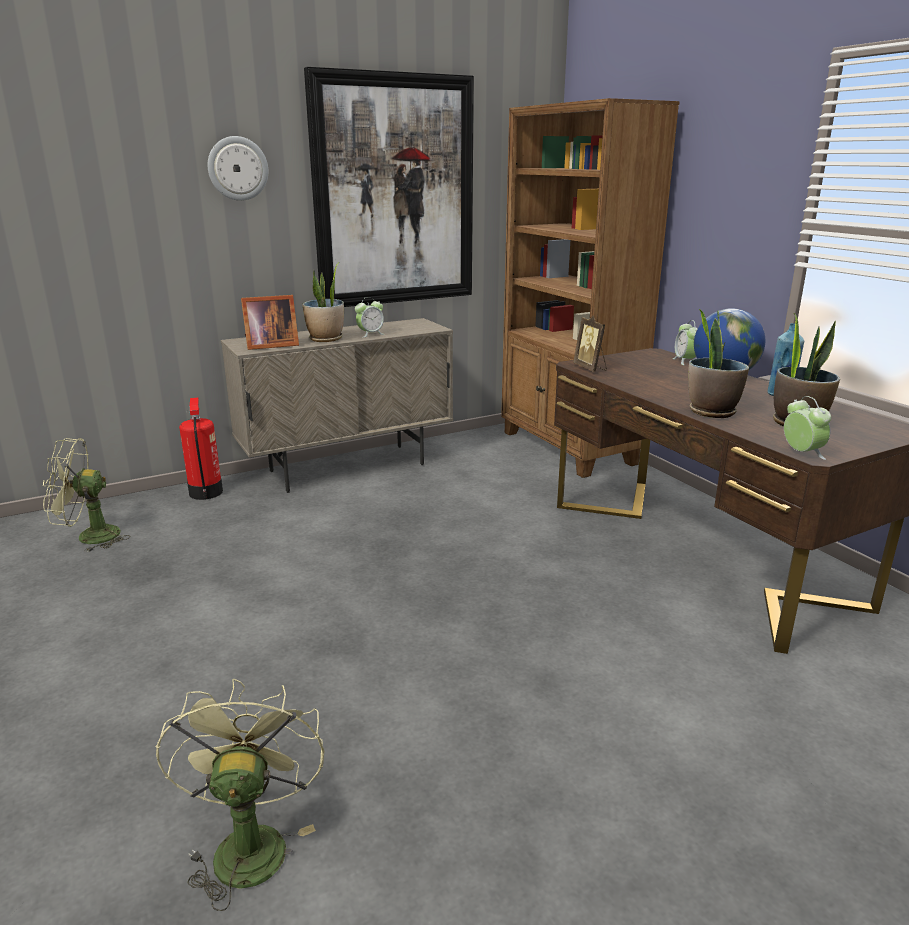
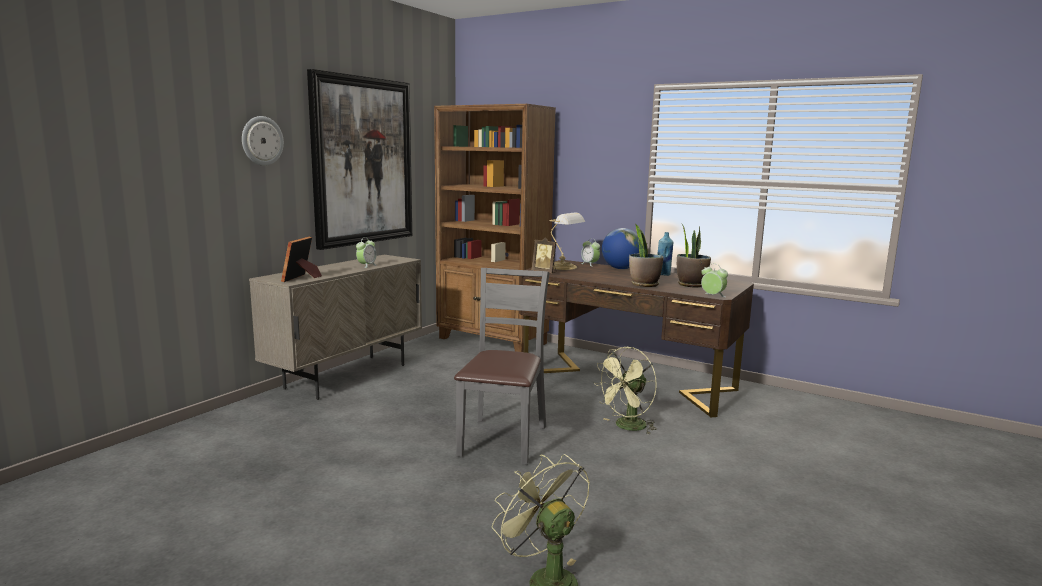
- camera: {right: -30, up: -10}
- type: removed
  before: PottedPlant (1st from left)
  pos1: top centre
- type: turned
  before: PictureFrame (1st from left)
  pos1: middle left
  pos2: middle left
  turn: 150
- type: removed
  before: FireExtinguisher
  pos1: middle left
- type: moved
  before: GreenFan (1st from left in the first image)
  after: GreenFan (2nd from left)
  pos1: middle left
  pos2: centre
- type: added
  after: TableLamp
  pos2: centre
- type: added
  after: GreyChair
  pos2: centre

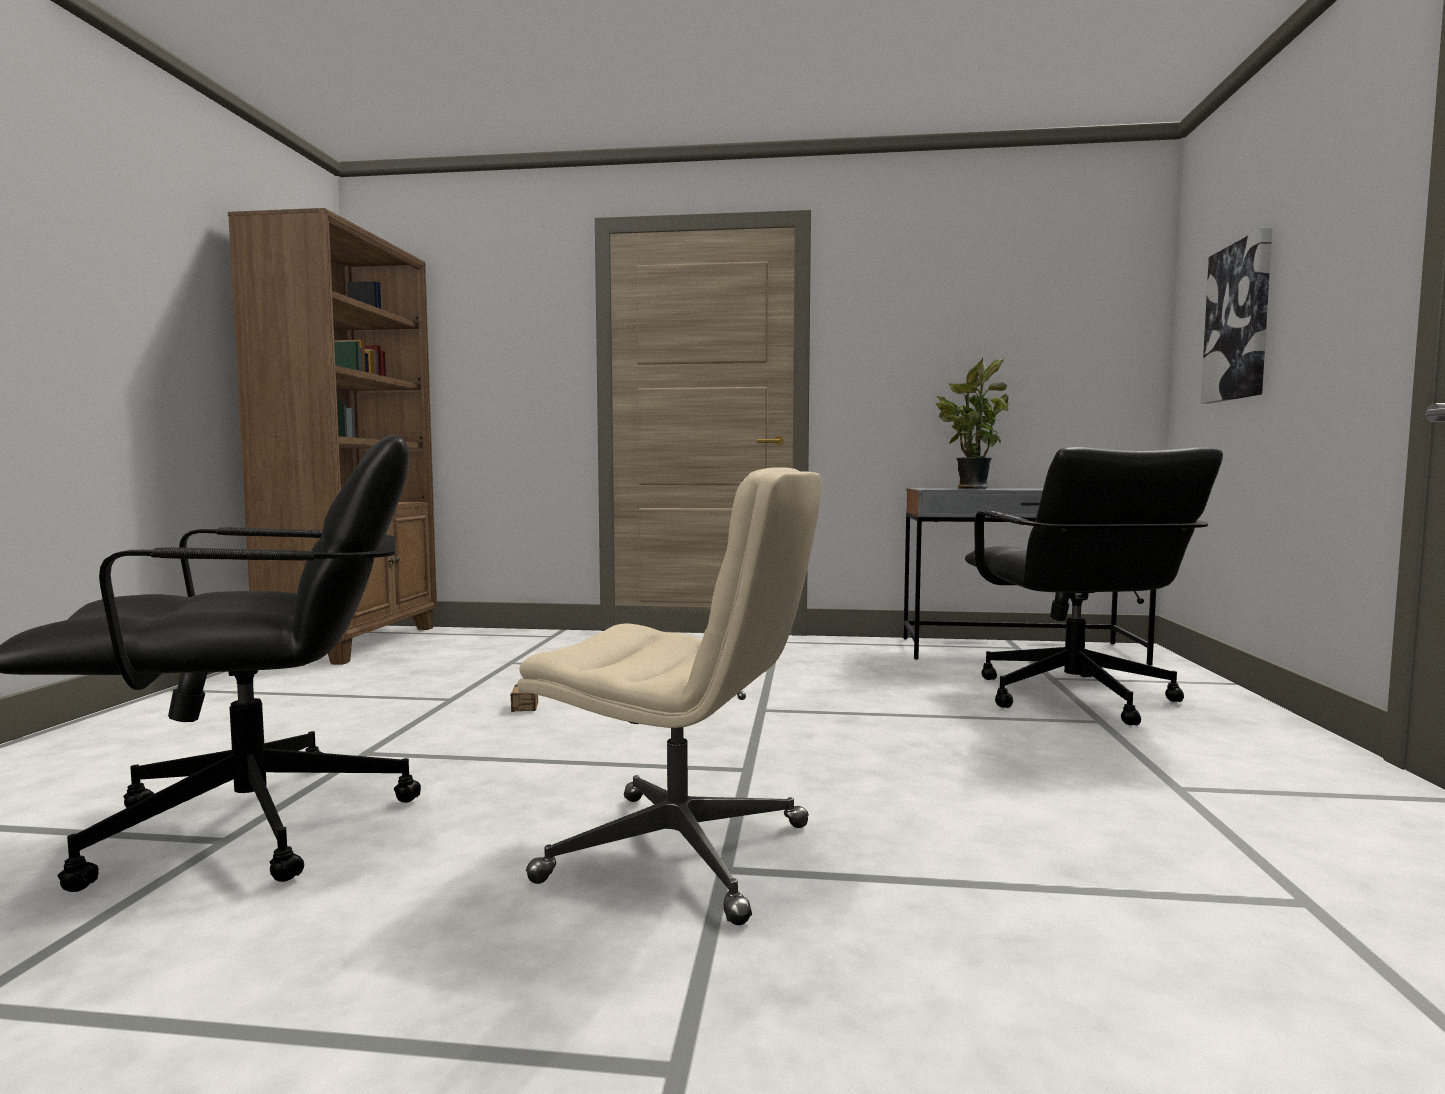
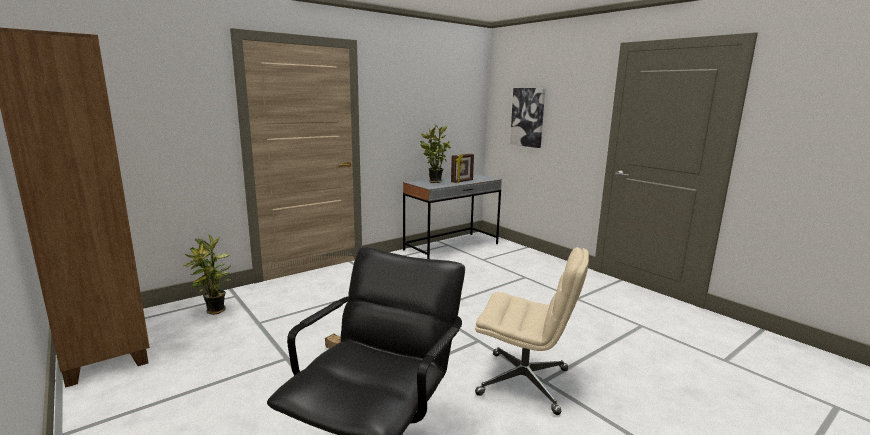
- camera: {right: -45, up: 10}
- type: removed
  before: BlackOfficeChair (2nd from left)
  pos1: middle right
- type: turned
  before: BeigeOfficeChair
  pos1: centre
  pos2: bottom centre
  turn: 45
- type: added
  after: PictureFrame
  pos2: centre
- type: added
  after: PottedPlant (1st from left)
  pos2: middle left

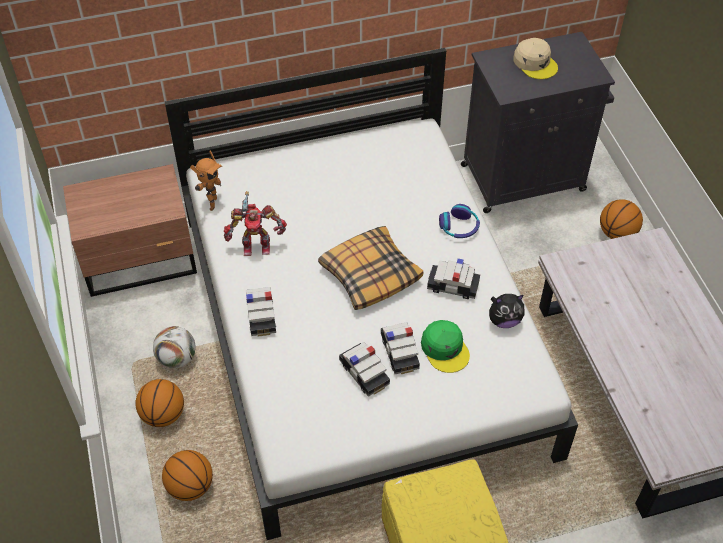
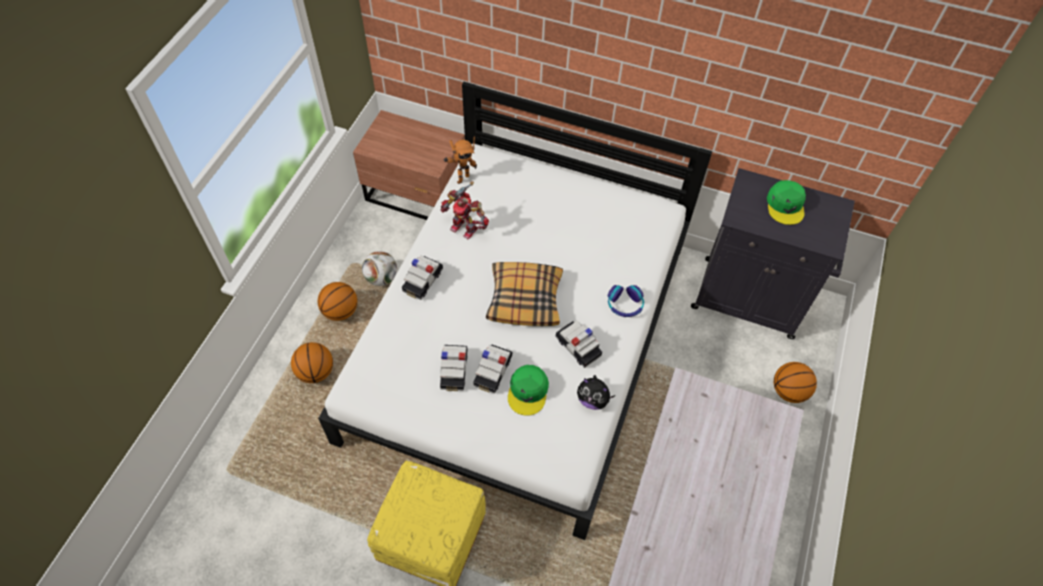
- camera: {right: 35, up: 5}
- type: recoloured
  before: BeigeCap
  after: GreenCap (2nd from left)
  pos1: top right
  pos2: middle right

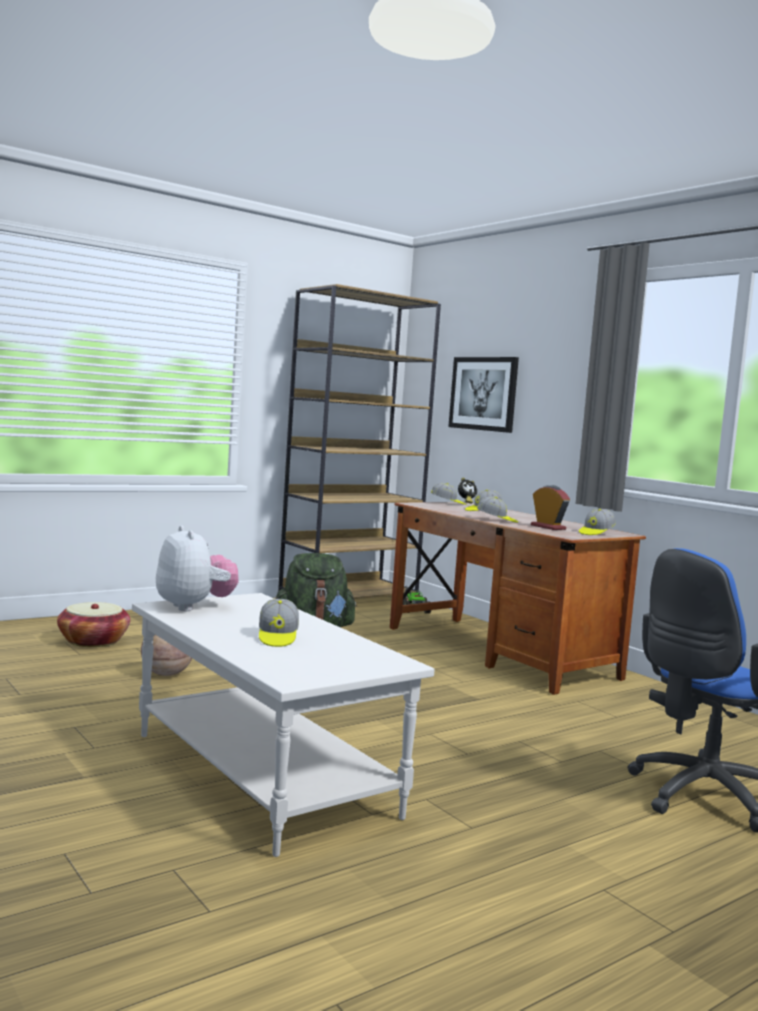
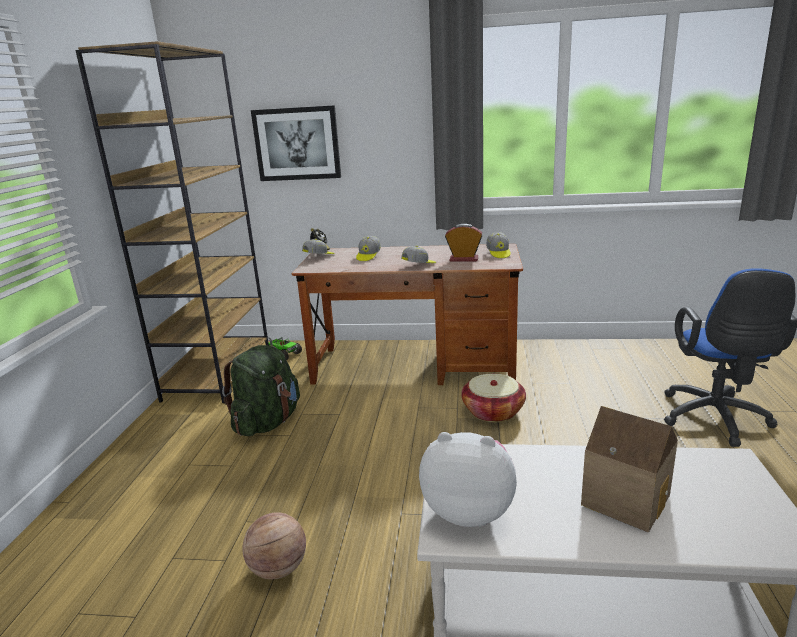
- camera: {right: -45, up: 15}
- type: replaced
  before: Cap (1st from left)
  after: ToyHouse
  pos1: centre
  pos2: bottom right
- type: moved
  before: Basket
  pos1: middle left
  pos2: centre

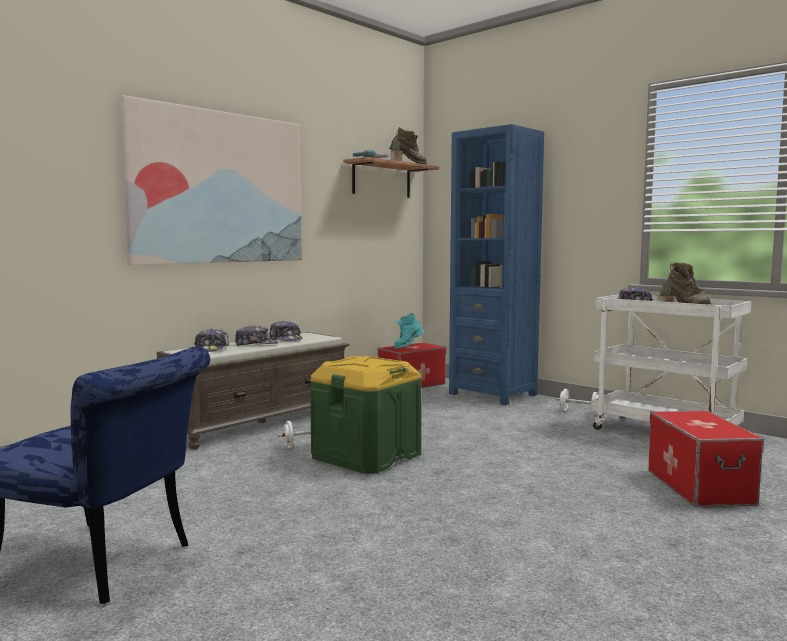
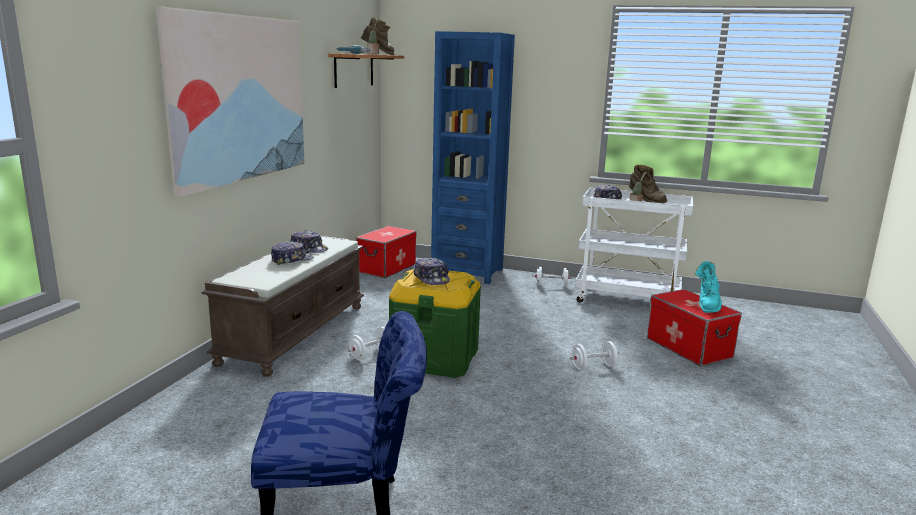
- camera: {right: -25, up: 10}
- type: moved
  before: TurquoiseBoot
  pos1: centre
  pos2: middle right
- type: moved
  before: Cap (1st from left in the first image)
  after: Cap (3rd from left)
  pos1: middle left
  pos2: centre
- type: added
  after: WhiteDumbbell (3rd from left)
  pos2: bottom centre

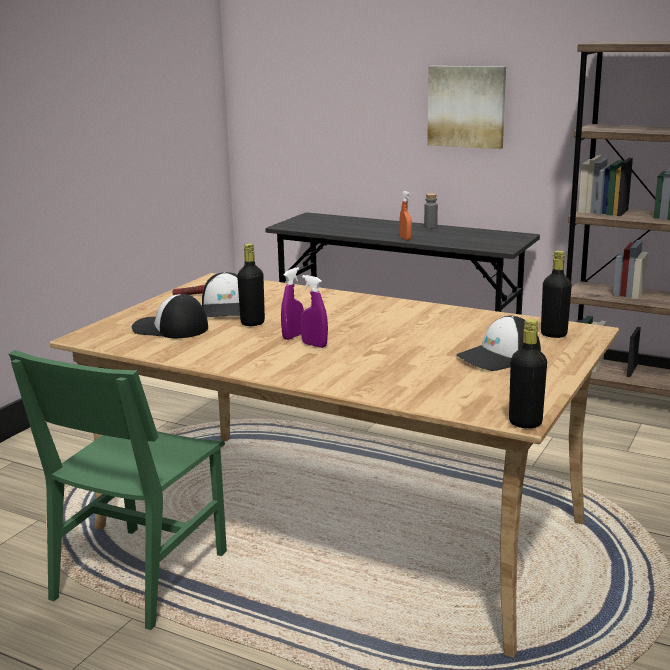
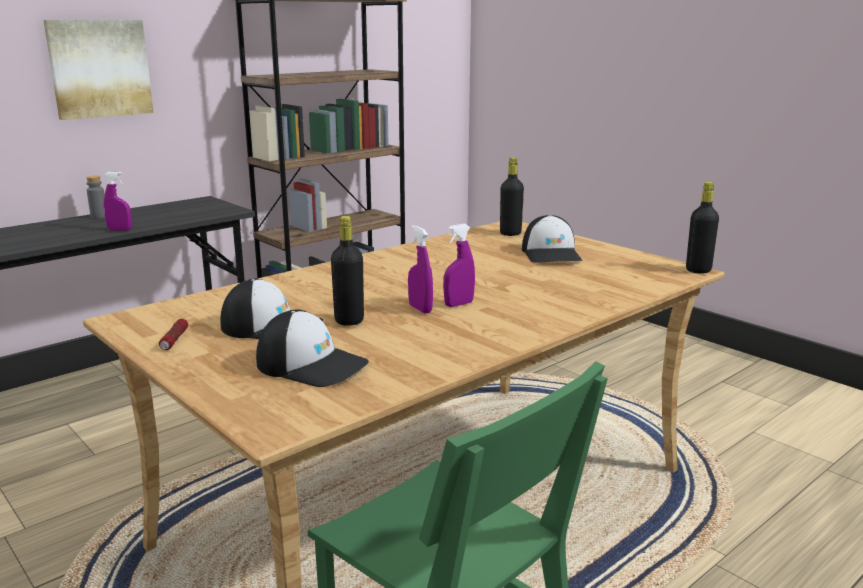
- camera: {right: -70, up: 0}
- type: recoloured
  before: OrangeSprayBottle
  after: PurpleSprayBottle (1st from left)
  pos1: top centre
  pos2: middle left
- type: turned
  before: Cap (1st from left in the first image)
  pos1: middle left
  pos2: centre
  turn: -105

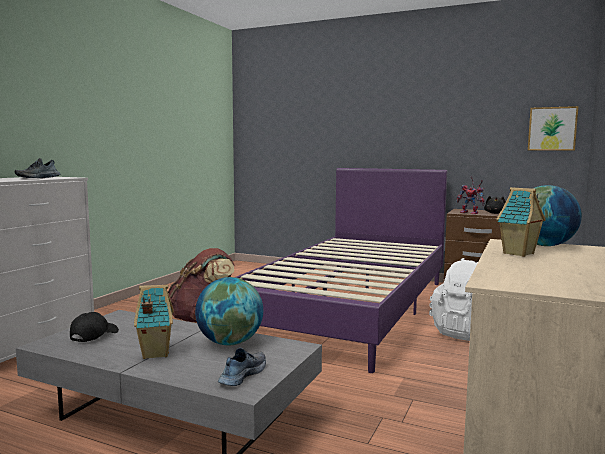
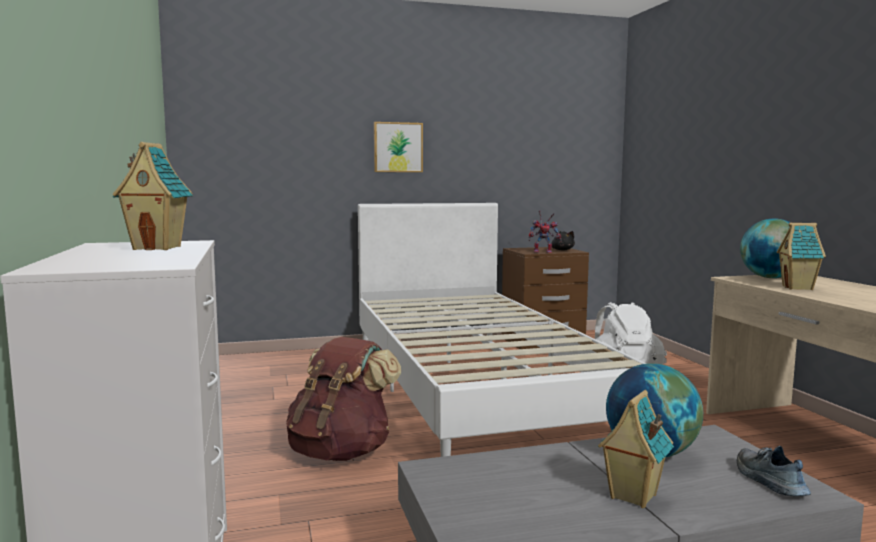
- camera: {right: -40, up: 0}
- type: moved
  before: Picture
  pos1: top right
  pos2: top centre
- type: replaced
  before: Shoe (1st from left)
  after: ToyHouse (1st from left)
  pos1: middle left
  pos2: middle left
- type: recoloured
  before: PurpleBed
  after: WhiteBed
  pos1: centre
  pos2: centre
- type: removed
  before: BlackCap
  pos1: bottom left

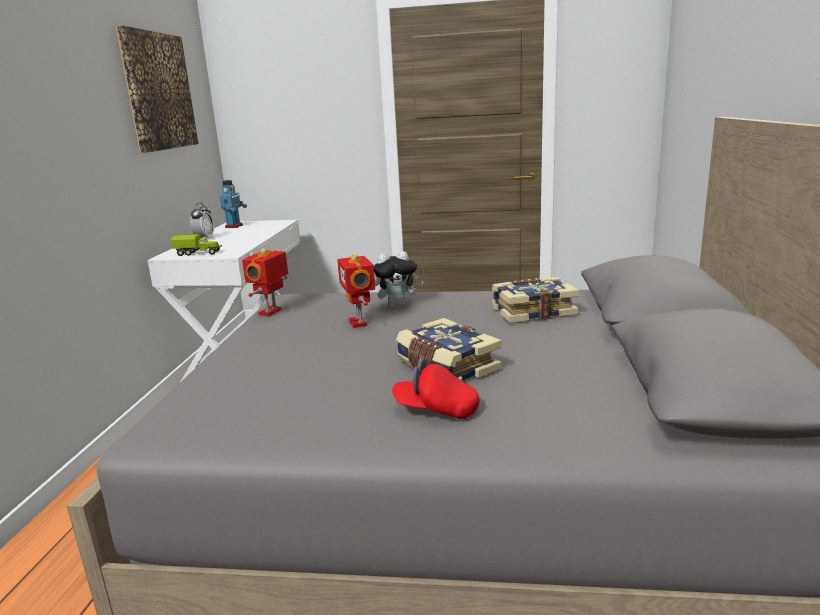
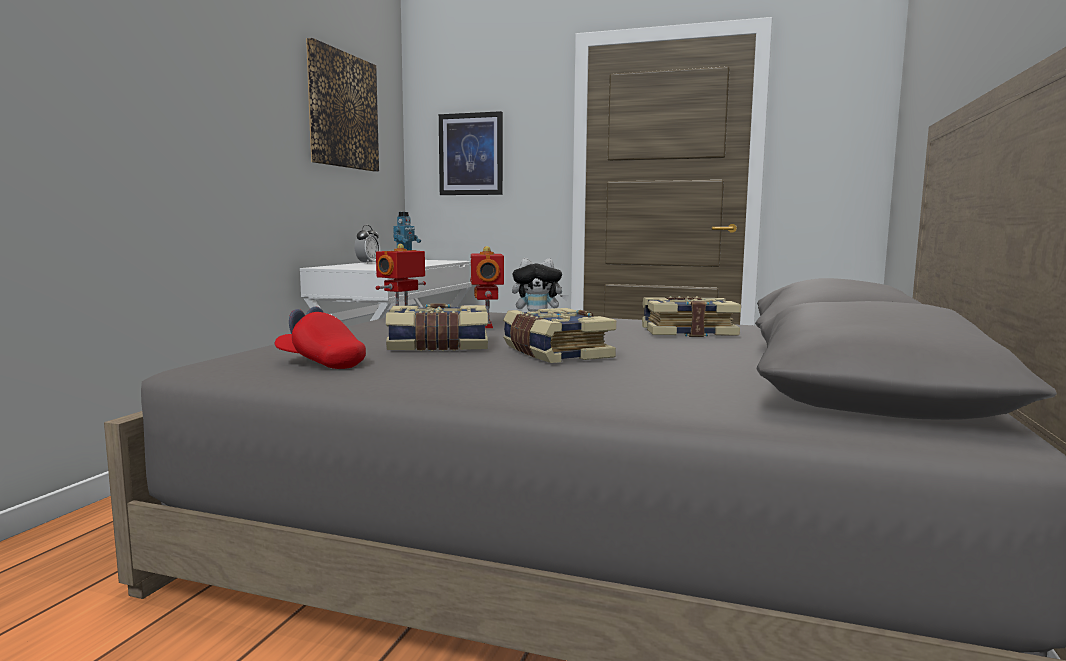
- camera: {right: 10, up: -10}
- type: removed
  before: ToyTruck
  pos1: middle left
- type: moved
  before: RedCap
  pos1: centre
  pos2: middle left
- type: added
  after: Picture (2nd from left)
  pos2: top centre
- type: added
  after: Book (1st from left)
  pos2: centre

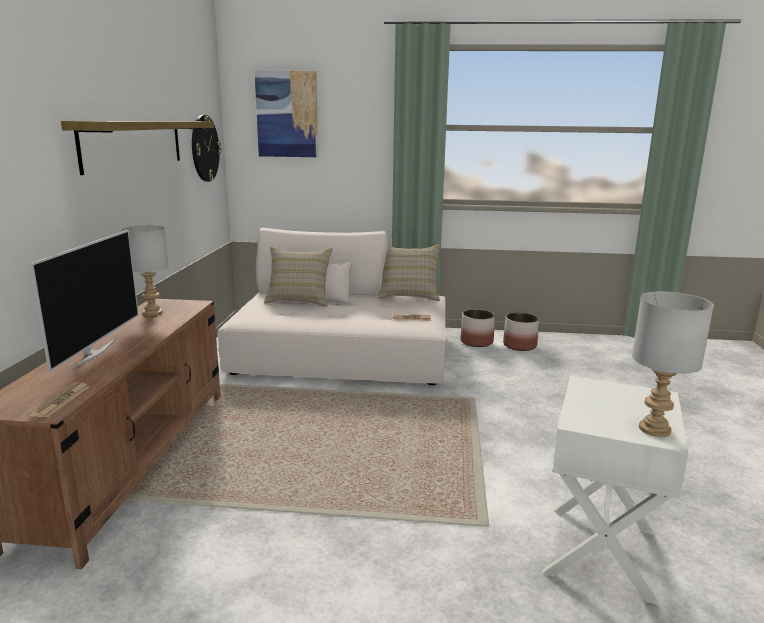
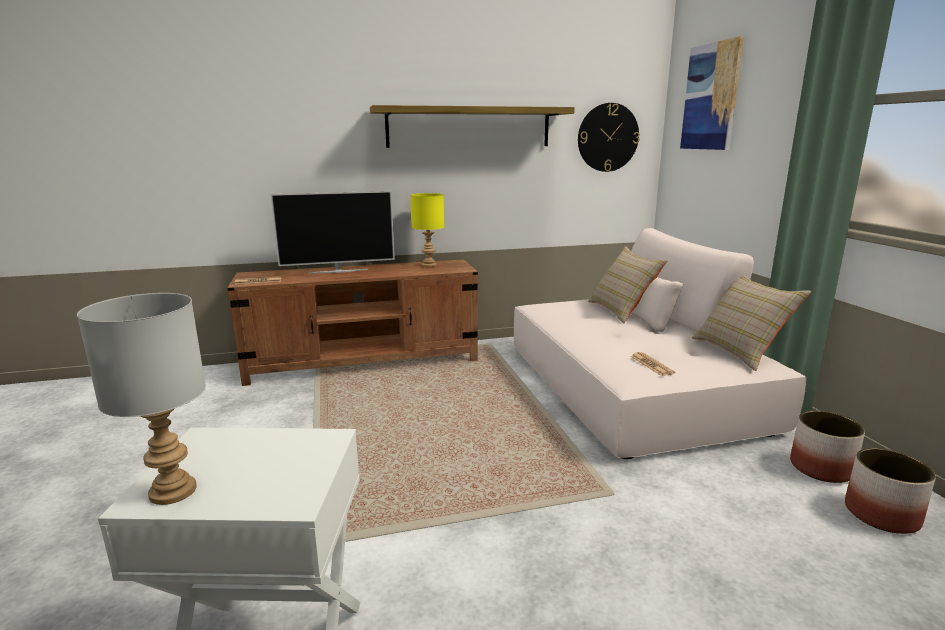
- camera: {right: 70, up: 0}
- type: recoloured
  before: GreyTableLamp (1st from left)
  after: YellowTableLamp
  pos1: middle left
  pos2: centre

